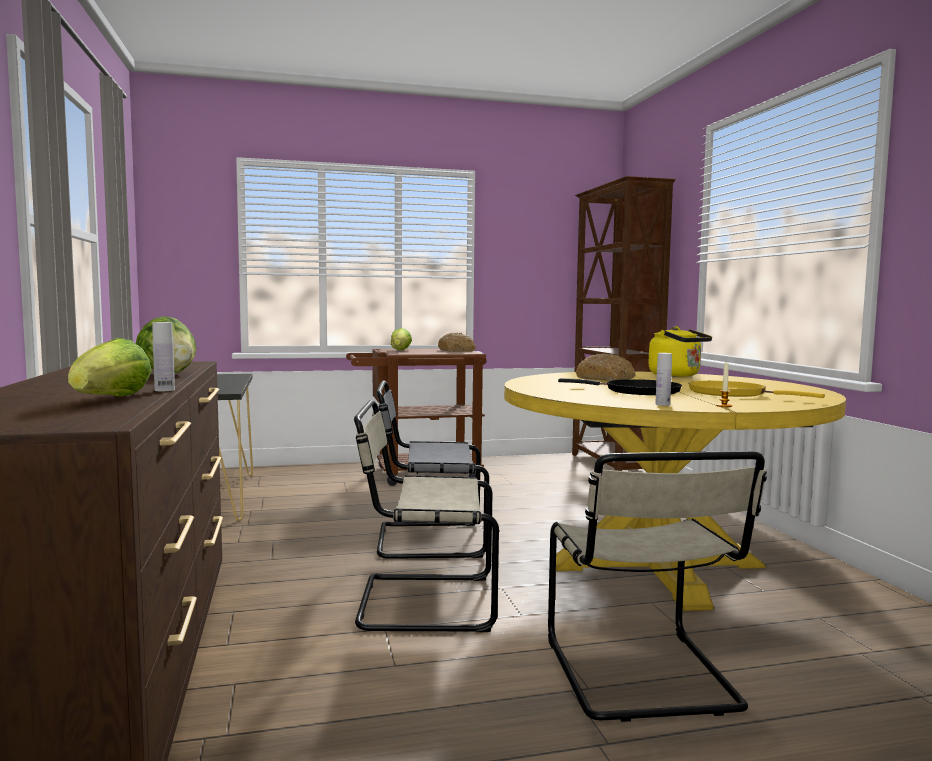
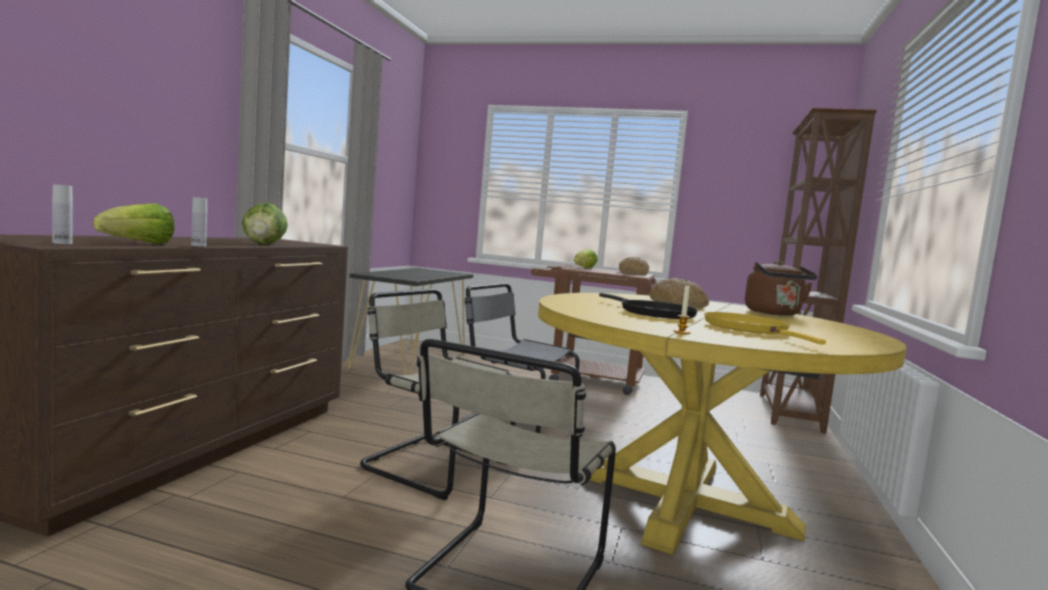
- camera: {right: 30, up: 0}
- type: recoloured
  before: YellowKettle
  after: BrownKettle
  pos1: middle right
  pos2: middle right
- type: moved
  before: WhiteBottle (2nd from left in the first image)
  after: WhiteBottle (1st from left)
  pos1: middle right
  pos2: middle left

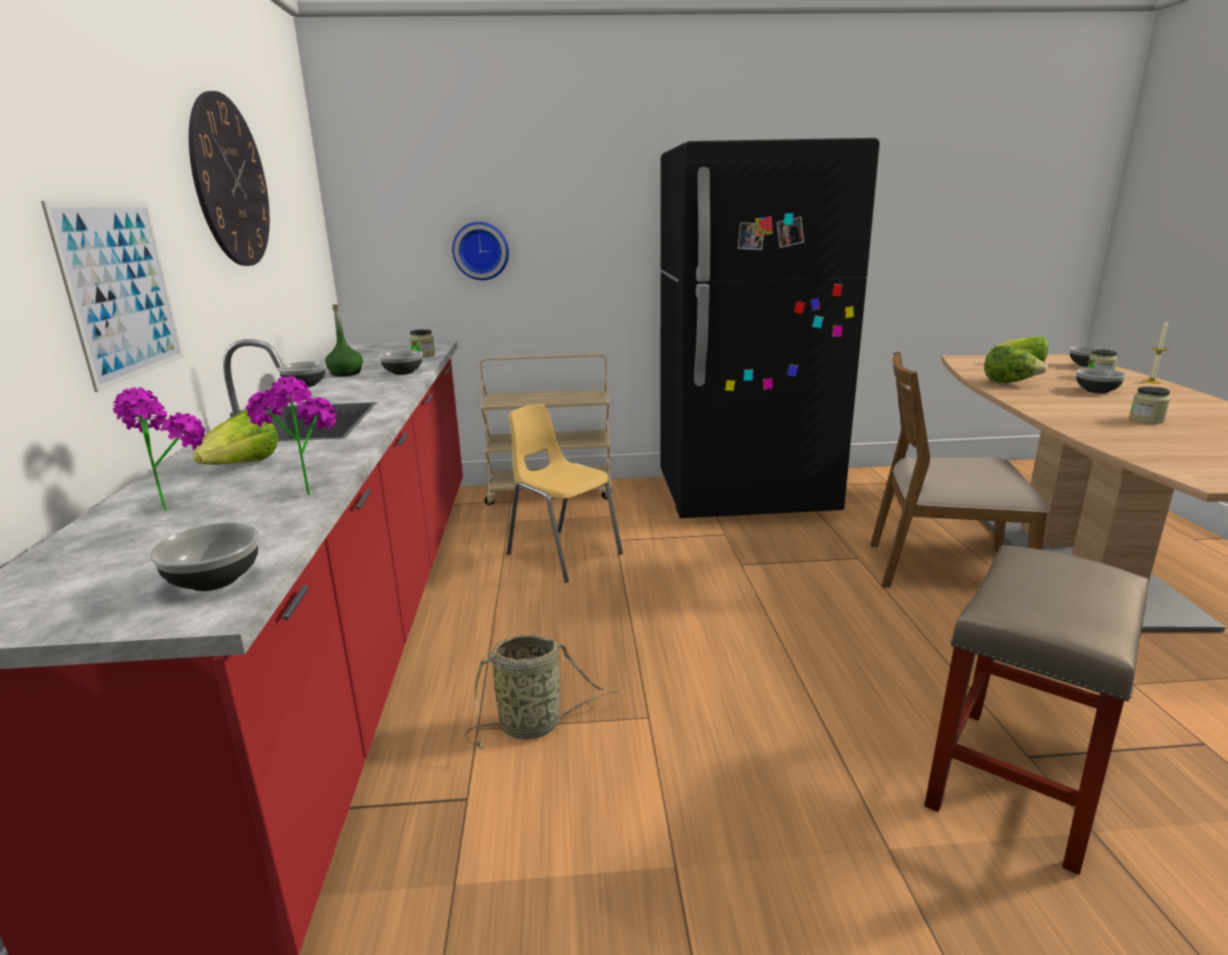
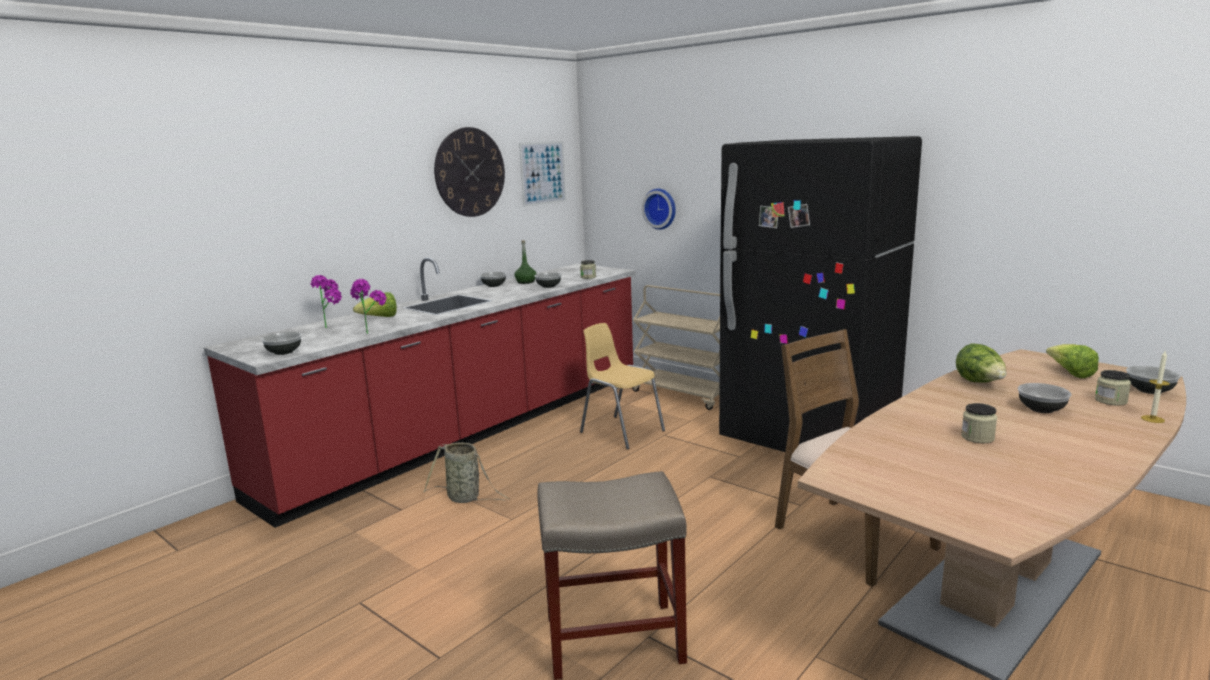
- camera: {right: 45, up: -5}
- type: moved
  before: Picture
  pos1: top left
  pos2: top centre
- type: turned
  before: YellowChair
  pos1: centre
  pos2: centre
  turn: -45

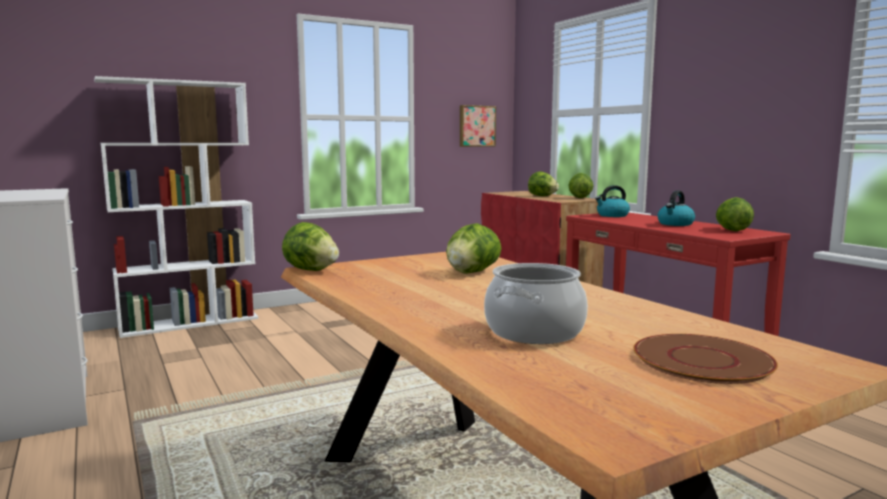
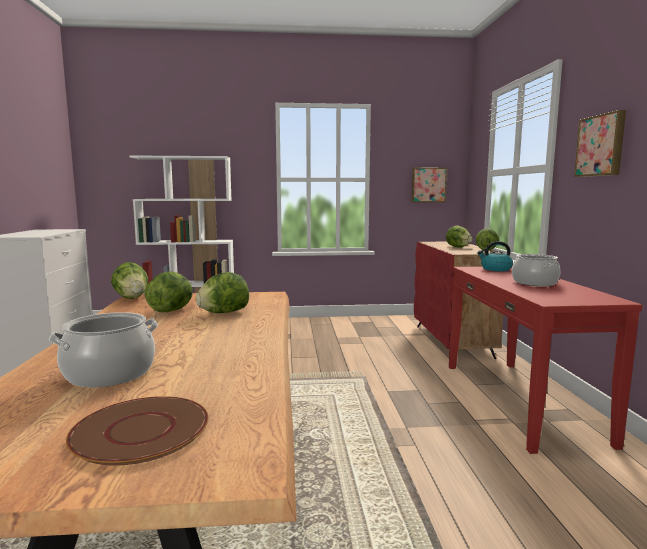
- camera: {right: 25, up: 0}
- type: replaced
  before: Kettle (2nd from left)
  after: CookingPot (2nd from left)
  pos1: middle right
  pos2: middle right
- type: moved
  before: Lettuce (5th from left in the first image)
  after: Lettuce (2nd from left)
  pos1: middle right
  pos2: middle left
- type: added
  after: Picture (2nd from left)
  pos2: top right

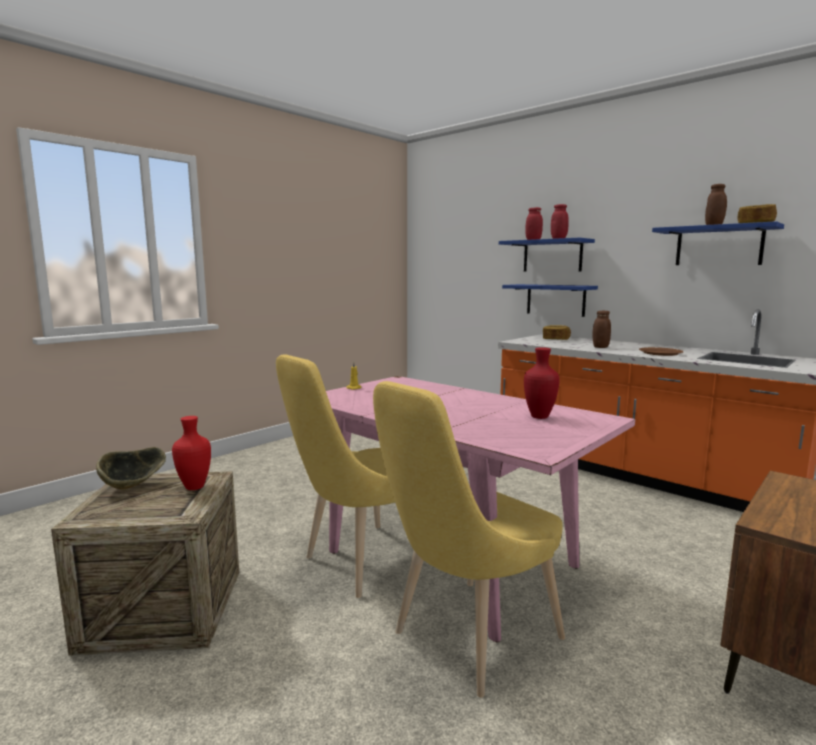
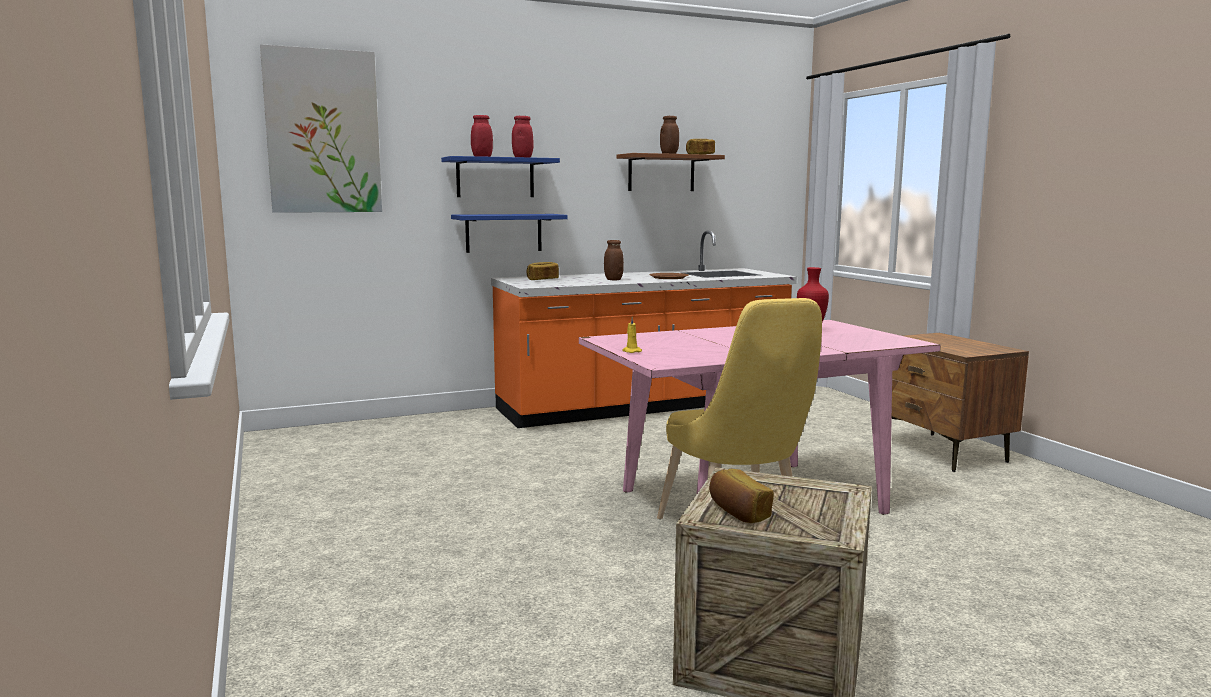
- camera: {right: -65, up: 0}
- type: recoloured
  before: BlueShelf (3rd from left)
  after: BrownShelf
  pos1: top right
  pos2: top centre
- type: removed
  before: YellowChair (2nd from left)
  pos1: bottom centre
- type: removed
  before: RedVase (1st from left)
  pos1: middle left
- type: replaced
  before: Bowl
  after: Bread (3rd from left)
  pos1: middle left
  pos2: bottom centre
- type: added
  after: Picture
  pos2: top left

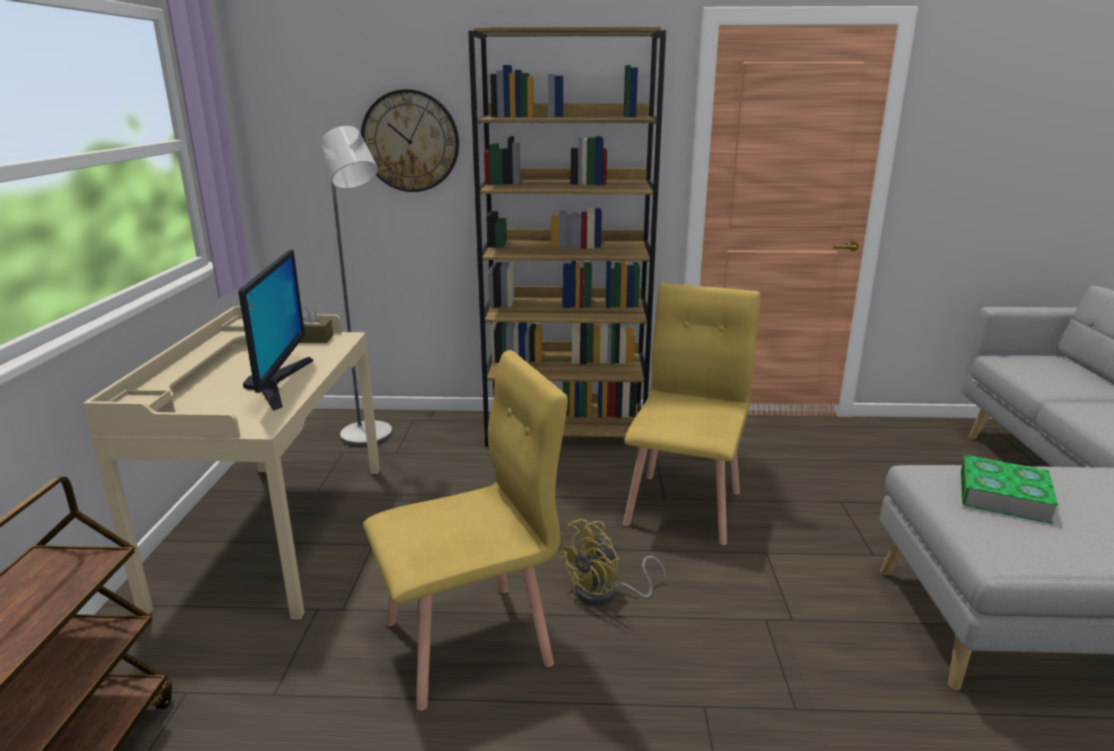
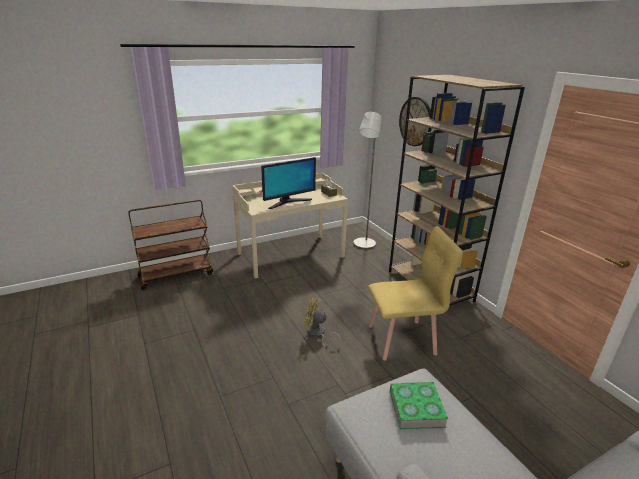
- camera: {right: 60, up: 5}
- type: removed
  before: YellowChair (1st from left)
  pos1: bottom centre

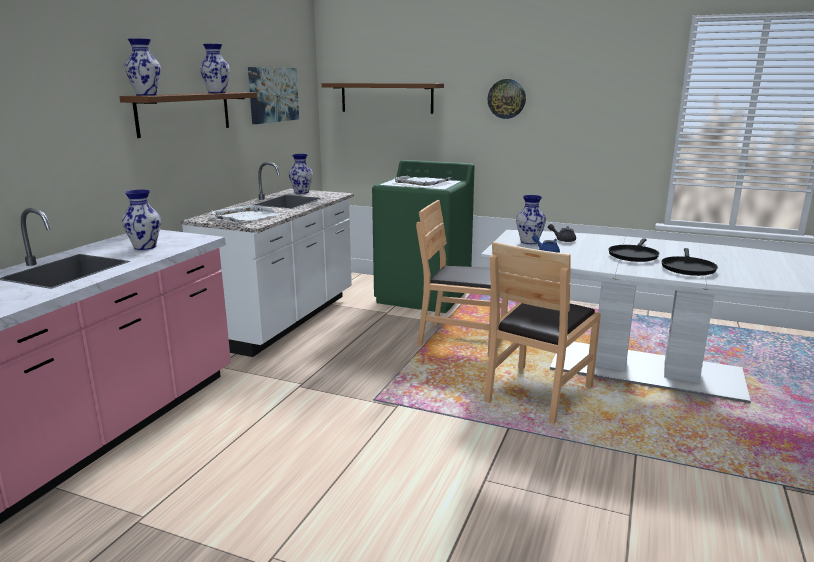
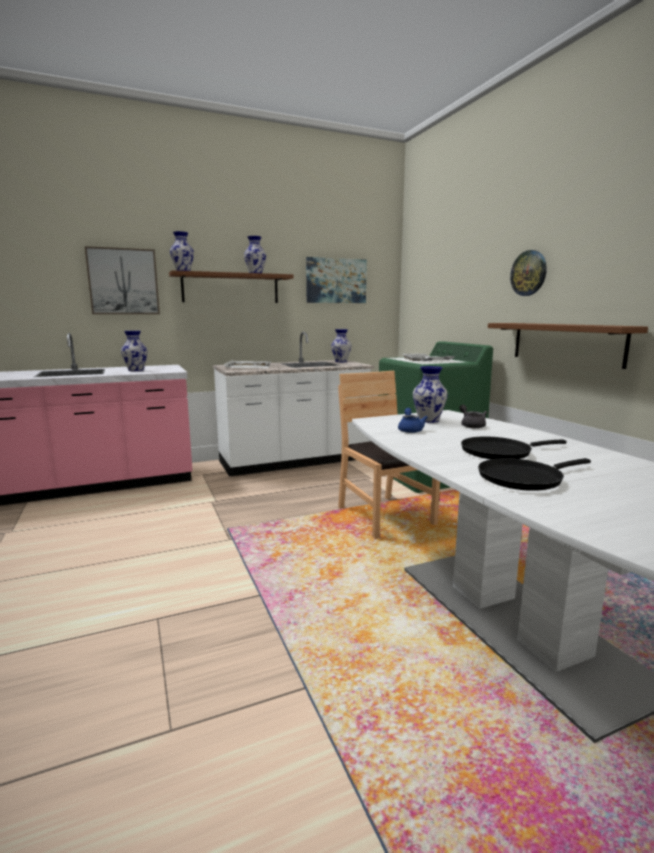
- camera: {right: 45, up: -5}
- type: moved
  before: BrownShelf (2nd from left)
  pos1: top centre
  pos2: middle right
- type: removed
  before: BrownChair (2nd from left)
  pos1: centre
- type: added
  after: Picture (1st from left)
  pos2: top left

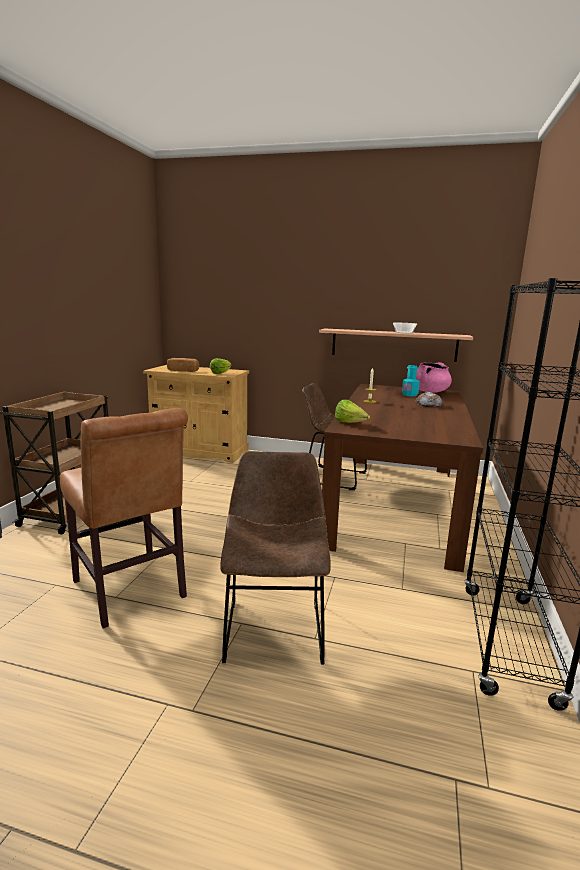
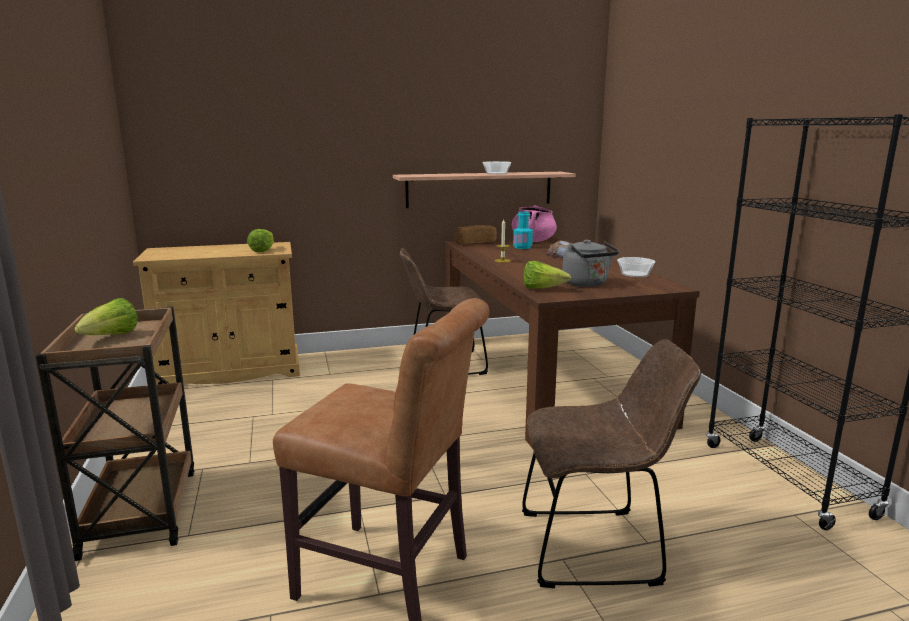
- camera: {right: -30, up: 0}
- type: moved
  before: Bread (1st from left)
  pos1: middle left
  pos2: centre
- type: turned
  before: BrownChair (2nd from left in the first image)
  pos1: centre
  pos2: bottom right
  turn: 120
- type: added
  after: GreyKettle
  pos2: centre
- type: added
  after: Bowl (2nd from left)
  pos2: middle right
- type: added
  after: Lettuce (1st from left)
  pos2: middle left

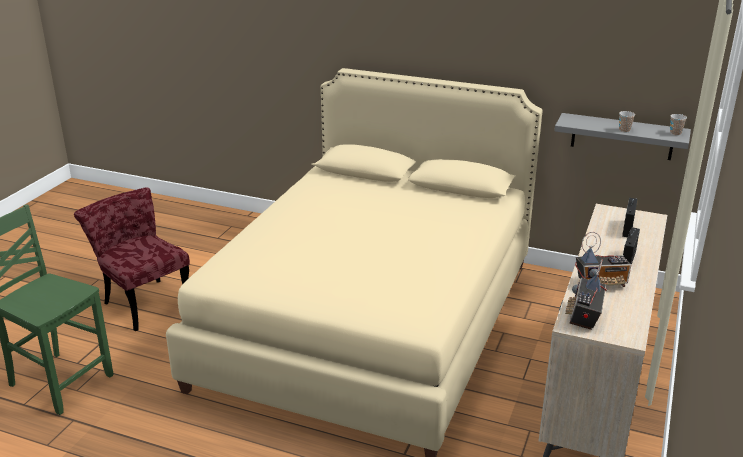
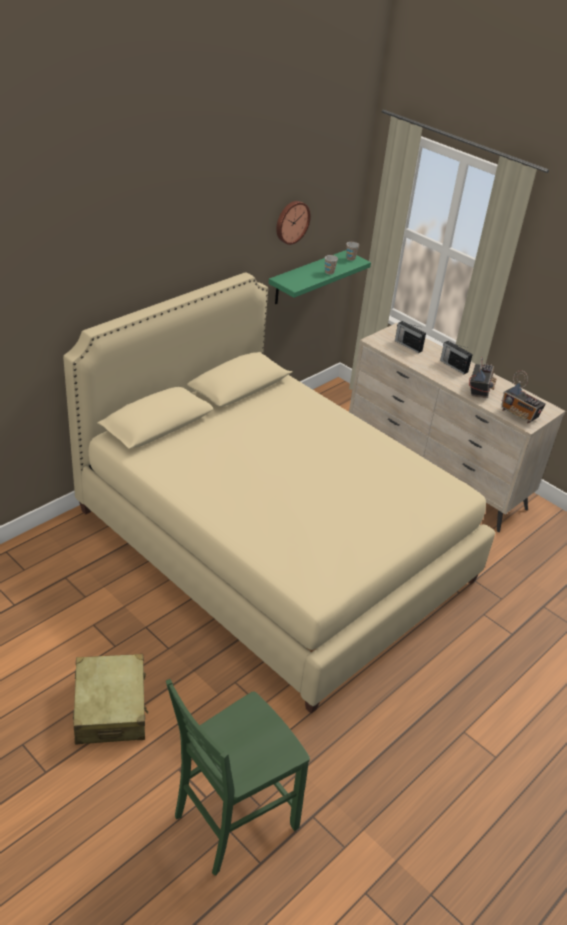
- camera: {right: -70, up: 10}
- type: recoloured
  before: GreyShelf
  after: GreenShelf
  pos1: top right
  pos2: top centre
- type: replaced
  before: RedChair
  after: BeigeSuitcase
  pos1: middle left
  pos2: bottom left
- type: added
  after: WallClock
  pos2: top centre

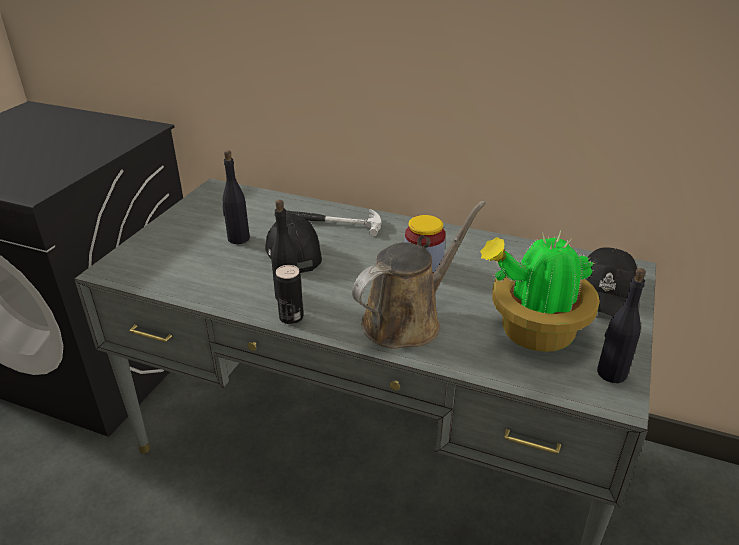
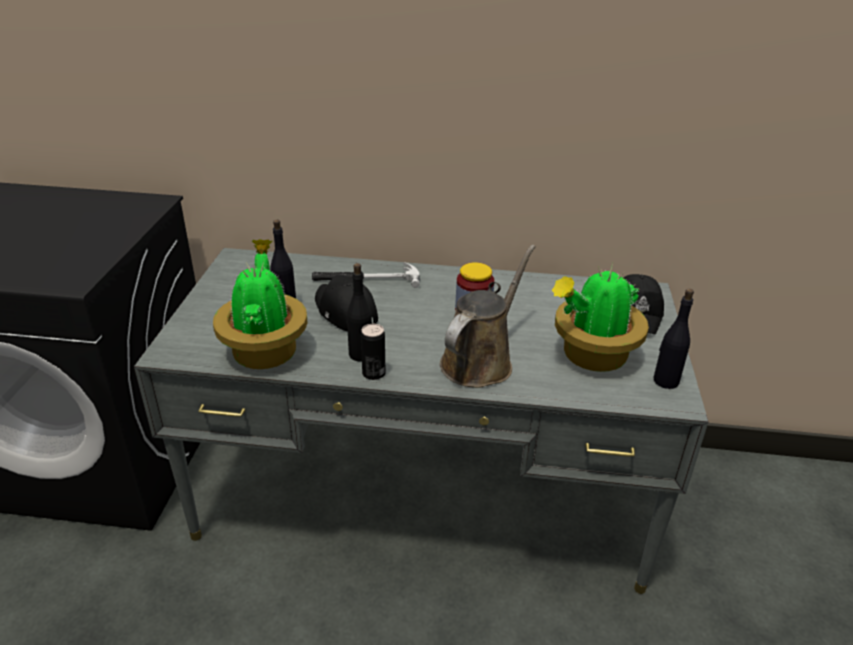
- camera: {right: -15, up: 0}
- type: added
  after: PottedPlant (1st from left)
  pos2: middle left

